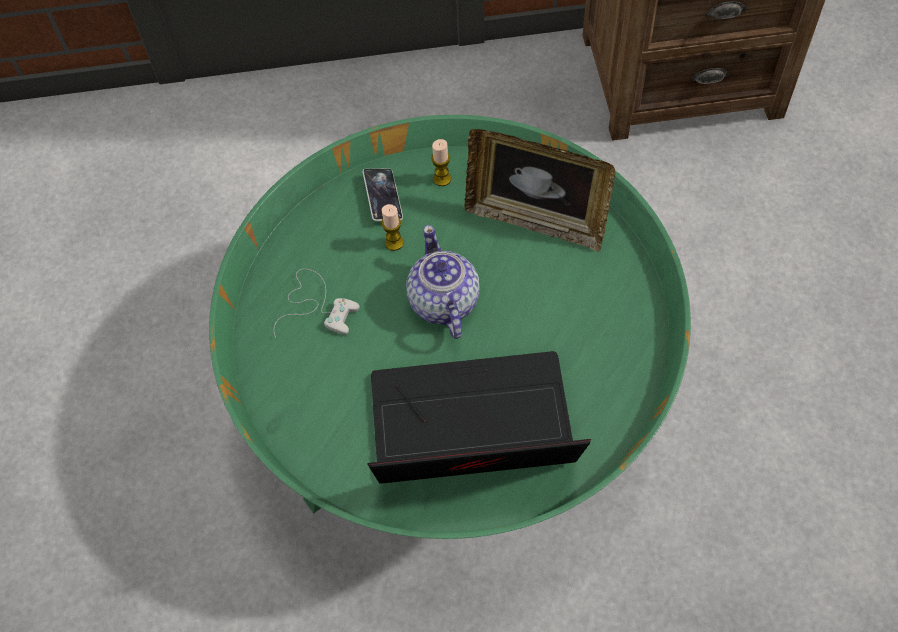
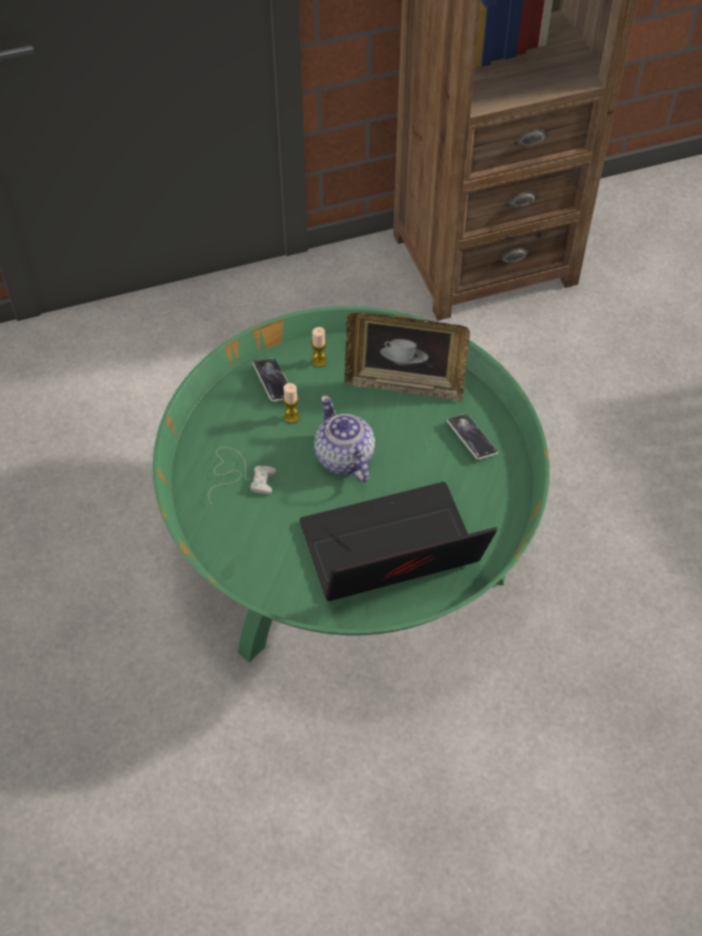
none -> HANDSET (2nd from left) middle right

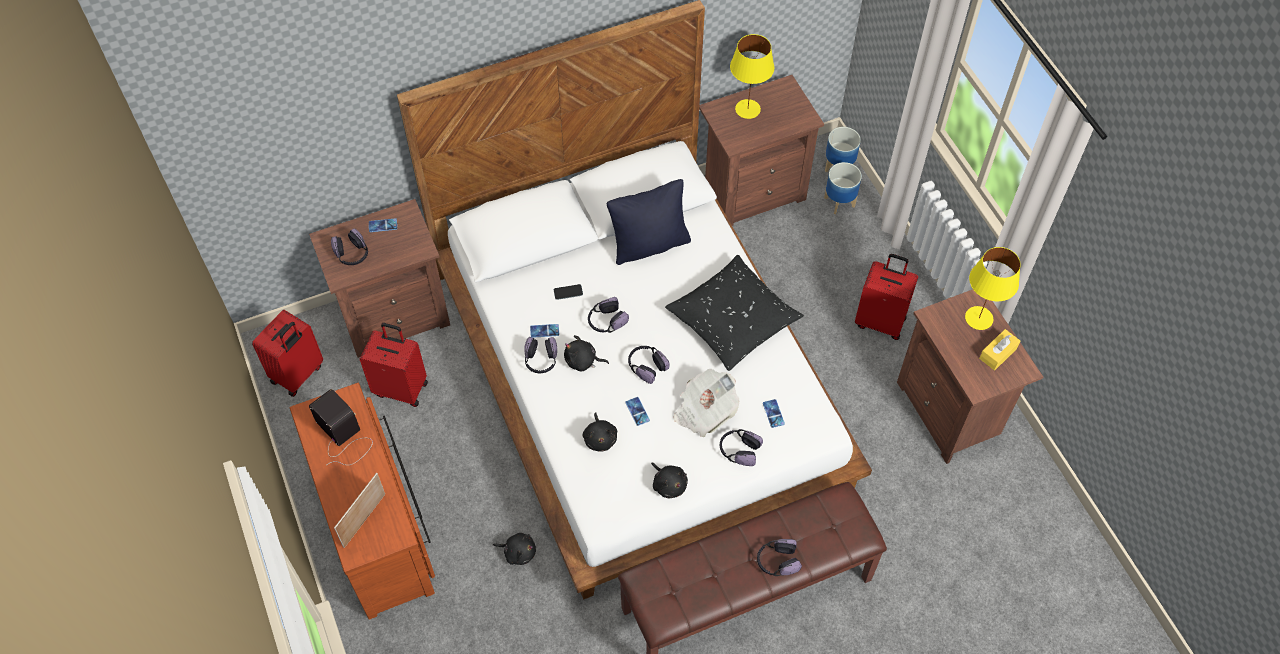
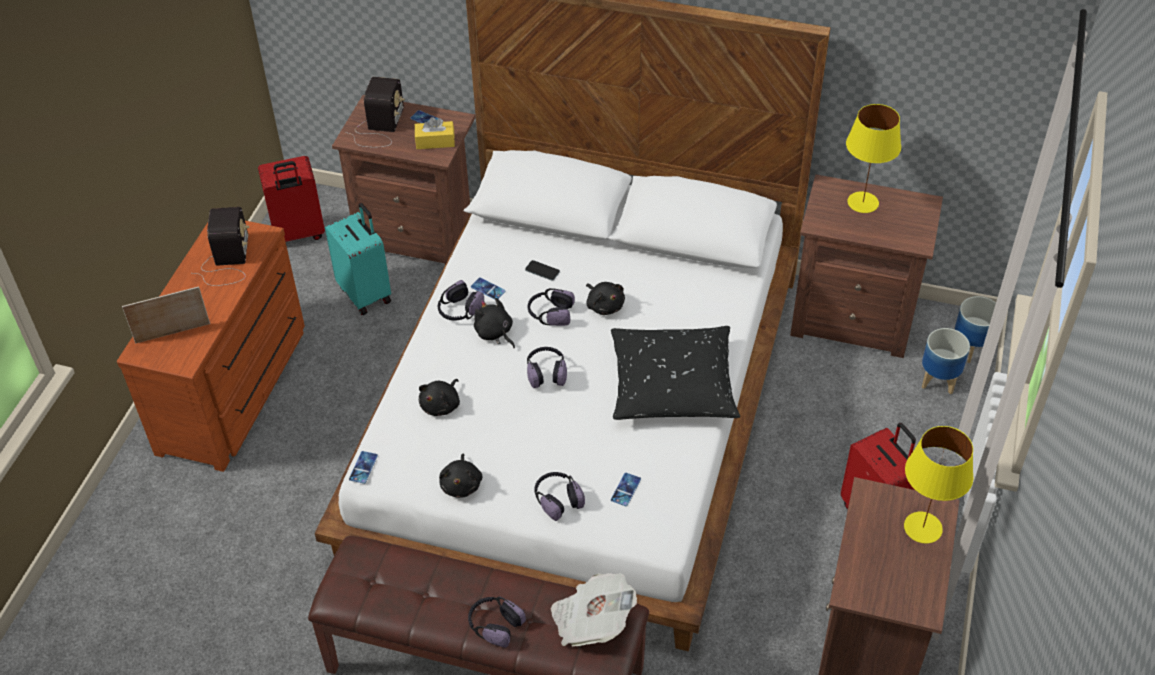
BLACK PILLOW (1st from left) centre -> none
HEADPHONES (1st from left) middle left -> RADIO SET (2nd from left) top left
RED PIECE OF LUGGAGE (2nd from left) middle left -> TURQUOISE-COLOURED PIECE OF LUGGAGE middle left
YELLOWISH TISSUE BOX middle right -> YELLOWISH TISSUE BOX top centre, move
NEWSPAPER centre -> NEWSPAPER bottom centre, move
HANDSET (4th from left in the first image) centre -> HANDSET (1st from left) bottom left, move
BLACK CUDDLY TOY (1st from left in the first image) bottom centre -> BLACK CUDDLY TOY (4th from left) centre, move

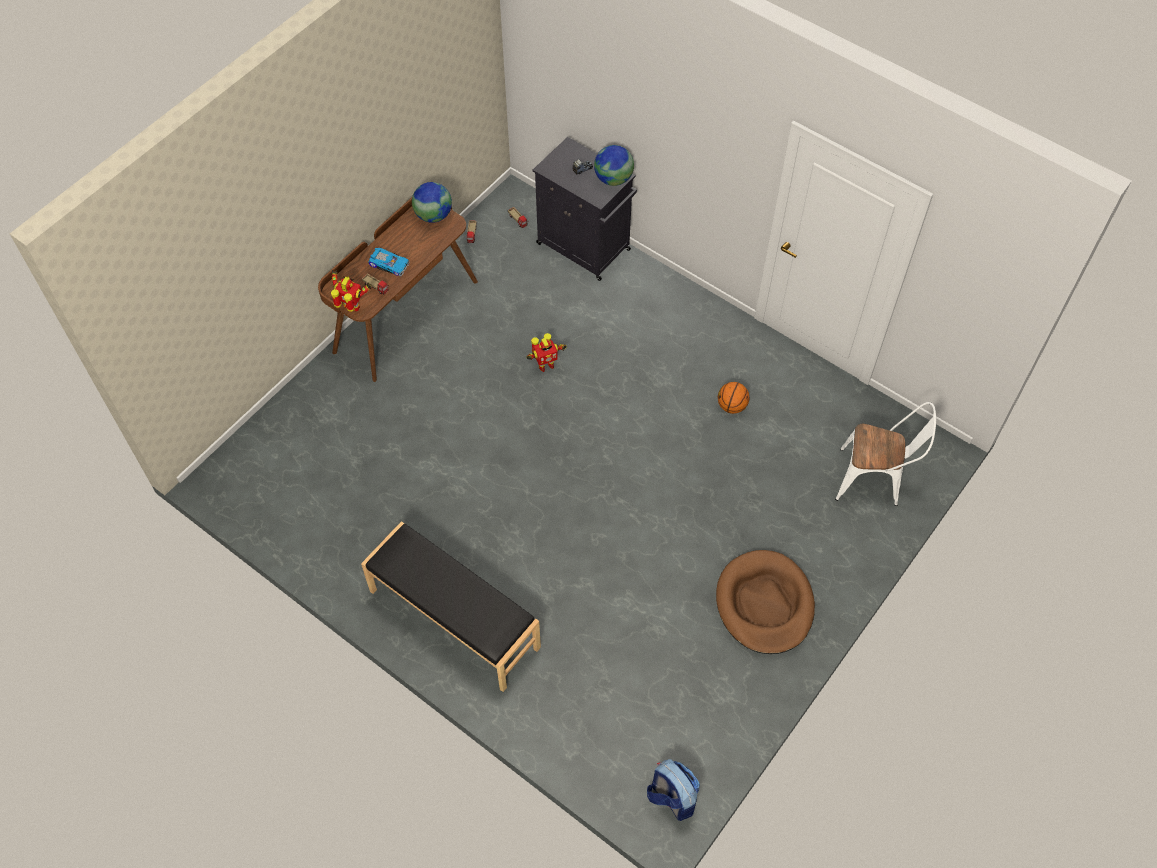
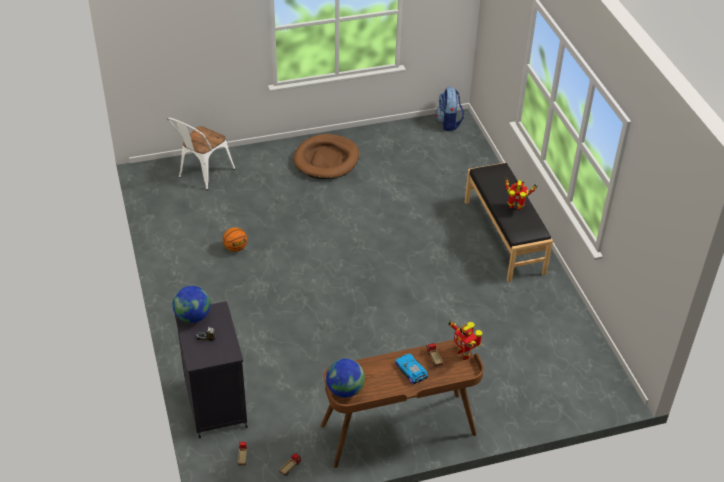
ROBOT FIGURE (2nd from left) centre -> ROBOT FIGURE (2nd from left) middle right, move
WHITE-COLOURED CHAIR middle right -> WHITE-COLOURED CHAIR top left, 105 degrees counterclockwise

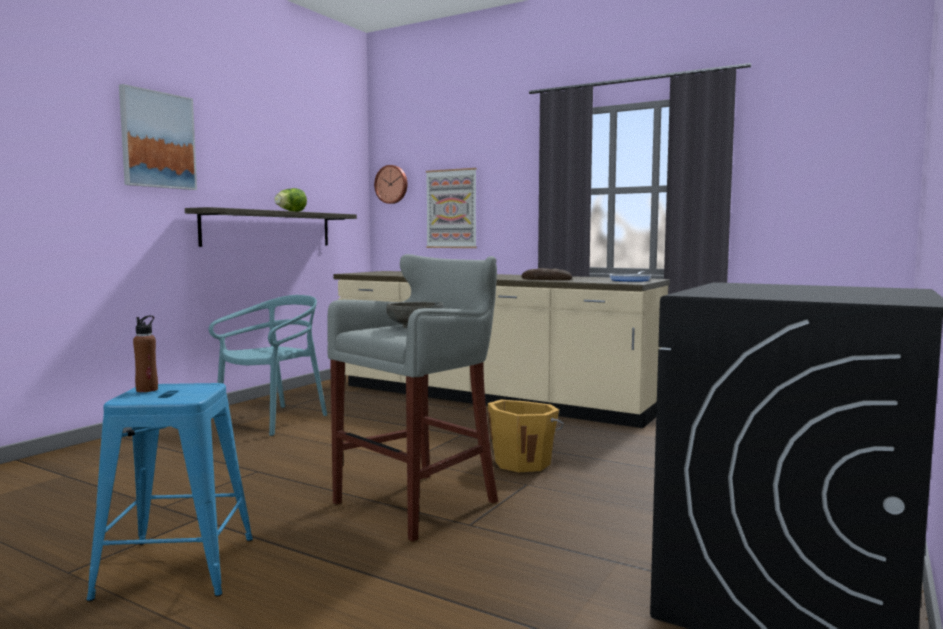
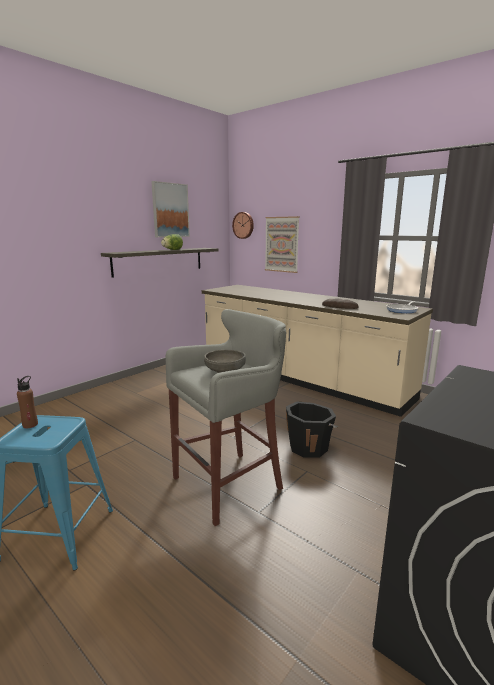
WALL ART (1st from left) top left -> WALL ART (1st from left) top centre, move
TURQUOISE-COLOURED CHAIR middle left -> none
ORANGEY WATER BUCKET bottom centre -> BLACK WATER BUCKET centre

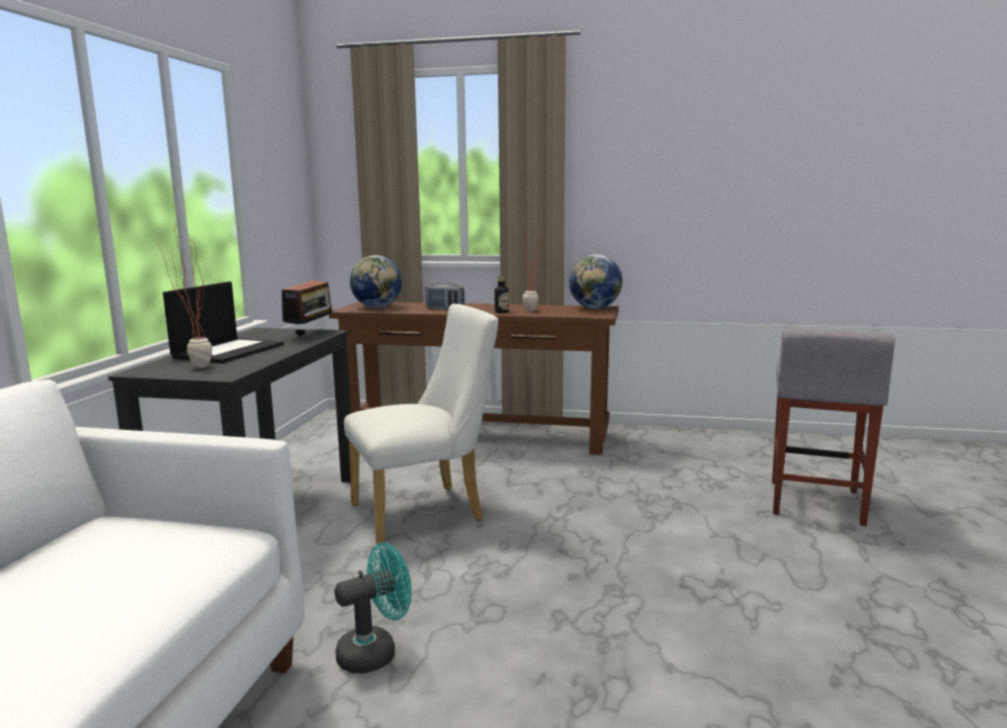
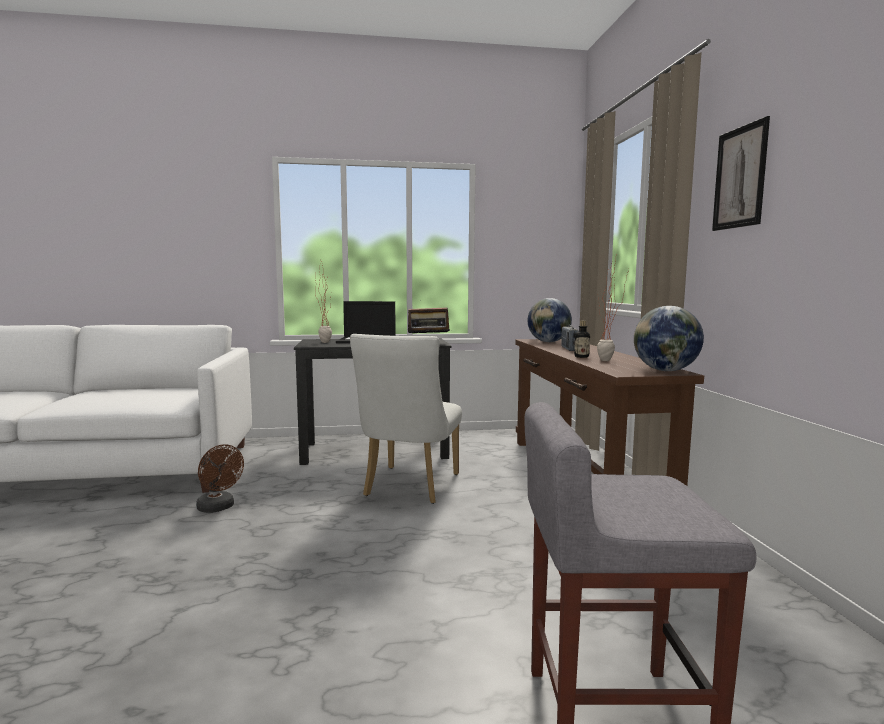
WHITE-COLOURED CHAIR centre, 60 degrees clockwise
TURQUOISE-COLOURED FAN bottom centre -> BROWNISH FAN middle left
none -> WALL ART top right

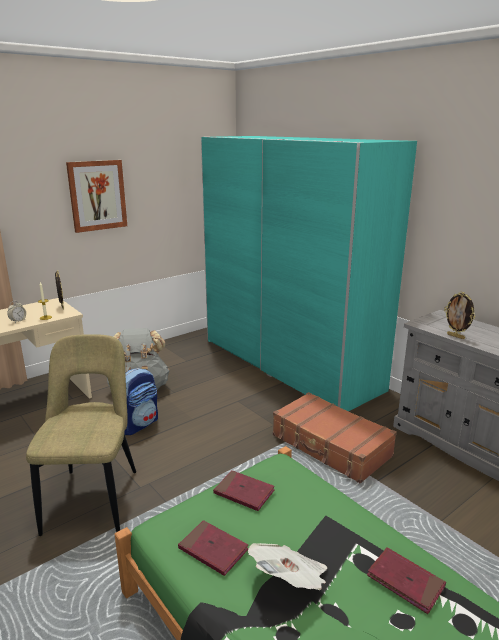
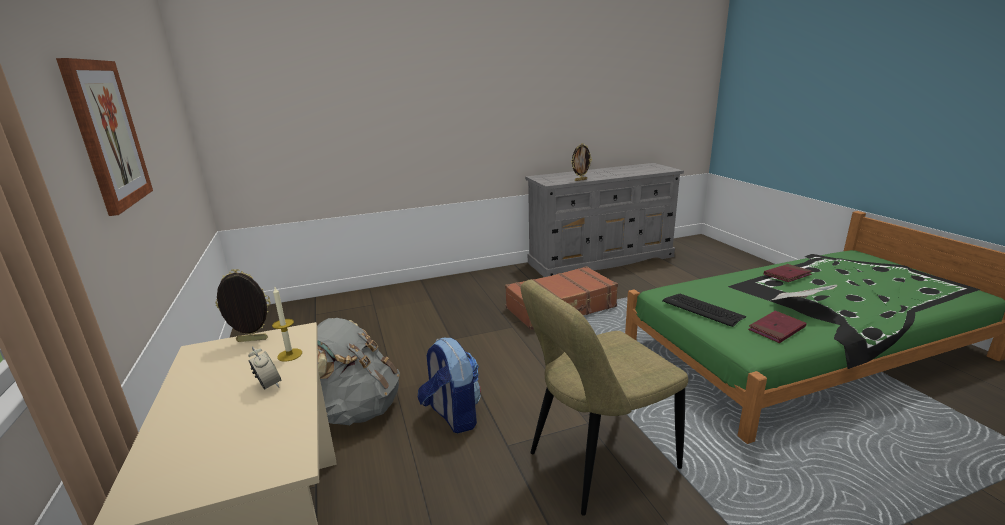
TURQUOISE-COLOURED WARDROBE centre -> none
BEIGE-COLOURED CHAIR bottom left -> BEIGE-COLOURED CHAIR bottom centre, 45 degrees counterclockwise
RED BOUND BOOK (2nd from left) bottom centre -> COMPUTER KEYBOARD middle right

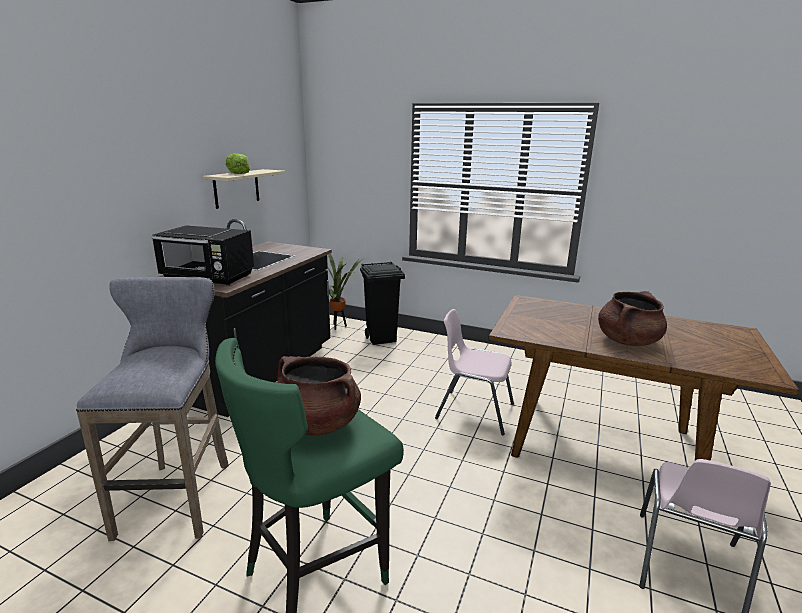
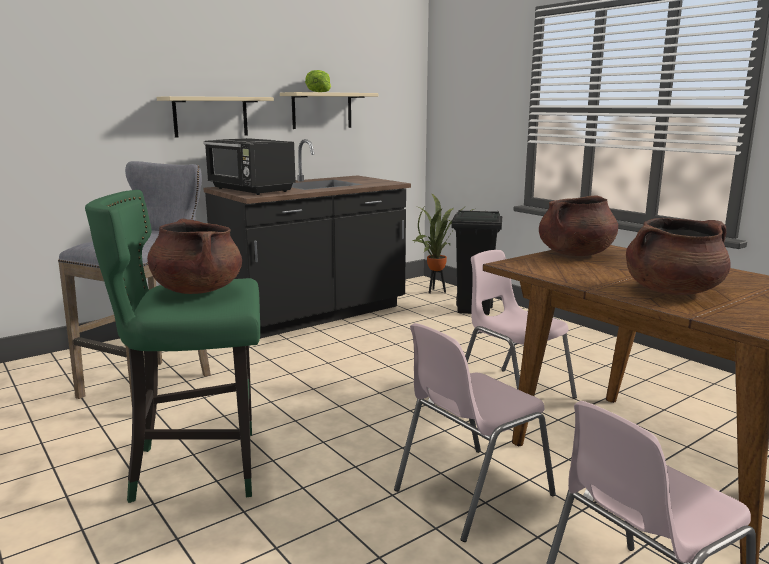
none -> BEIGE-COLOURED BRACKET SHELF (1st from left) top left
none -> BROWNISH STOCKPOT (2nd from left) middle right
none -> PINKISH CHAIR (1st from left) bottom centre

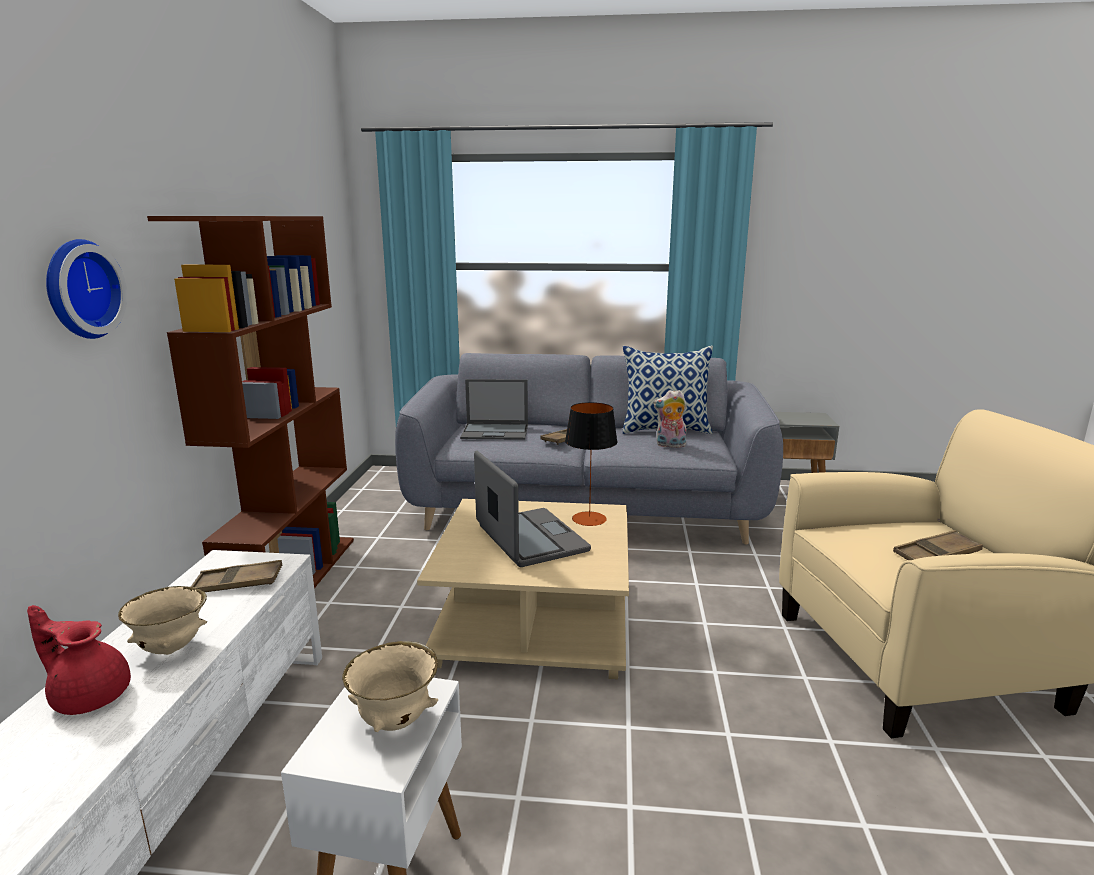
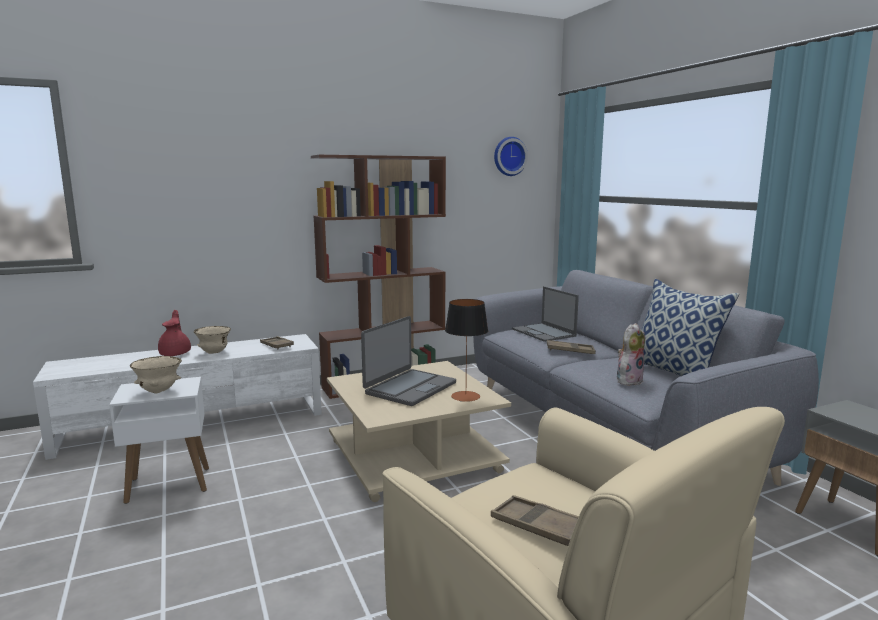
CLOCK ON THE WALL top left -> CLOCK ON THE WALL top centre, move
CUDDLY TOY centre -> CUDDLY TOY middle right, 75 degrees clockwise

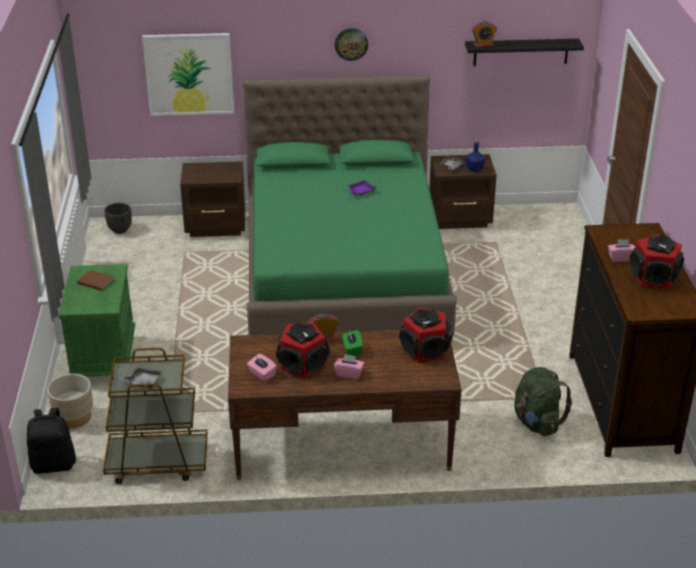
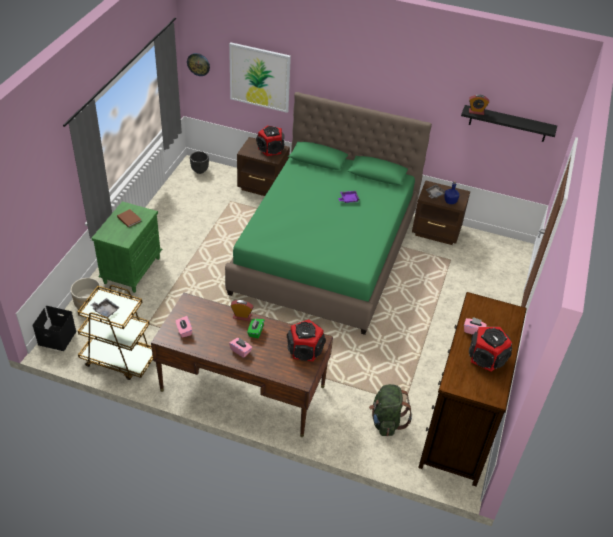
CLOCK ON THE WALL top centre -> CLOCK ON THE WALL top left, move
SPEAKER (1st from left) centre -> SPEAKER (1st from left) top centre, move
BLACK RUCKSACK bottom left -> BLACK STORAGE BOX middle left

